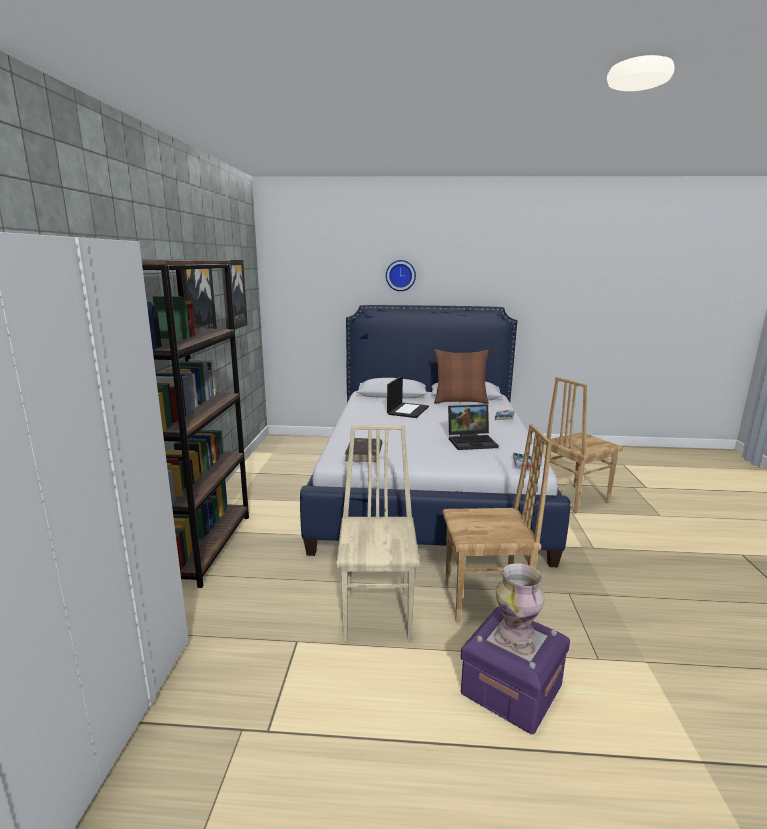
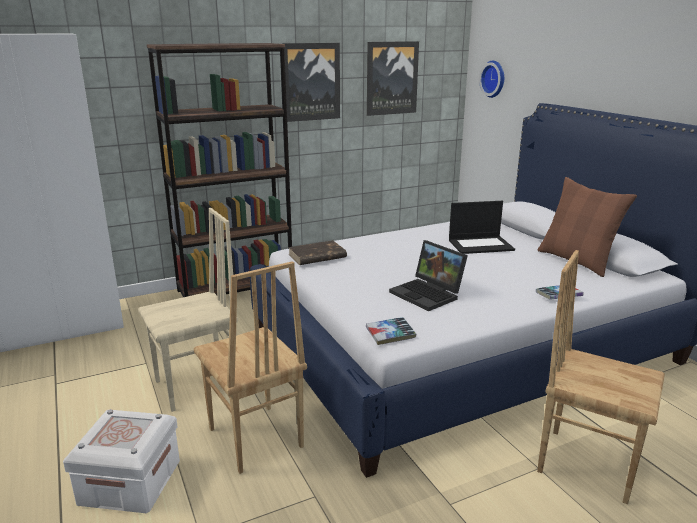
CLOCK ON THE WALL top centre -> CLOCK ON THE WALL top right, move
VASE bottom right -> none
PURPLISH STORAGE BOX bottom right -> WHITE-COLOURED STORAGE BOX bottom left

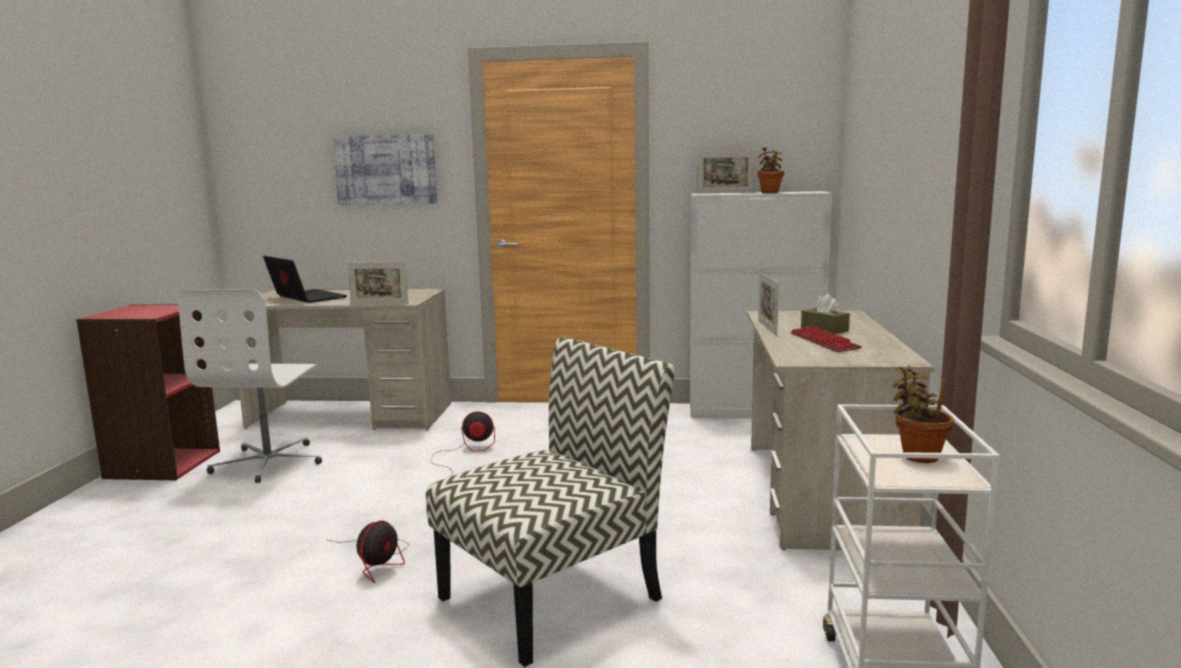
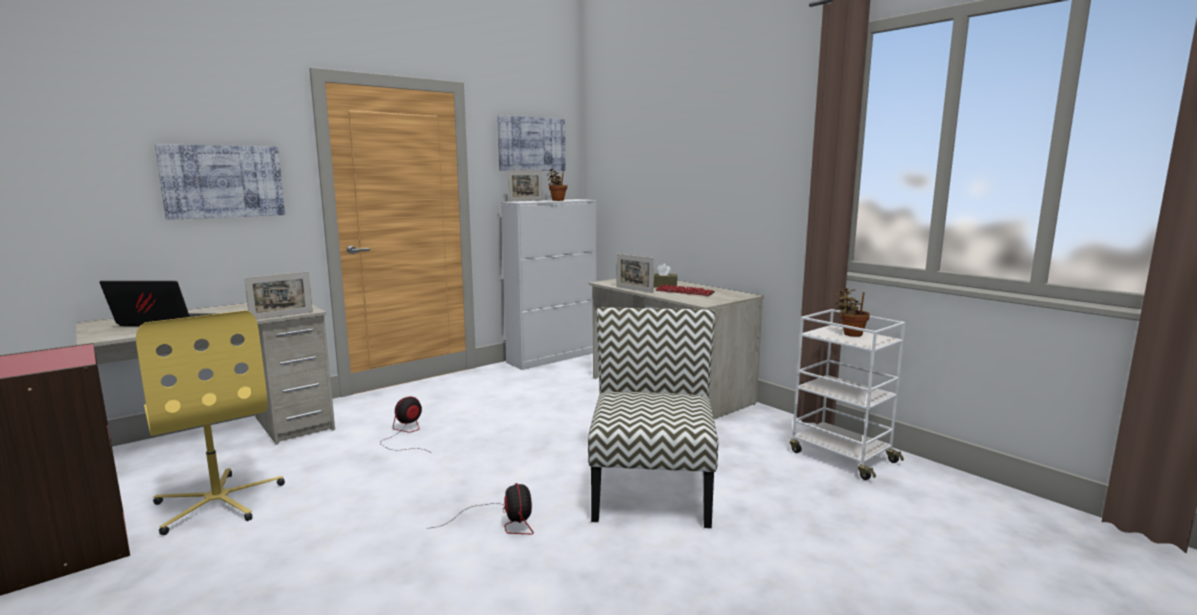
WHITE-COLOURED OFFICE CHAIR middle left -> YELLOWISH OFFICE CHAIR bottom left
none -> WALL ART (2nd from left) top centre

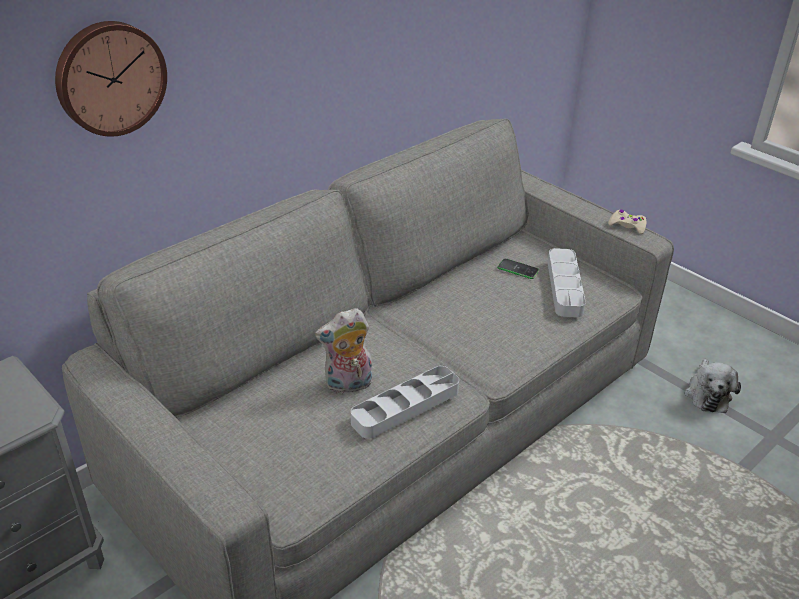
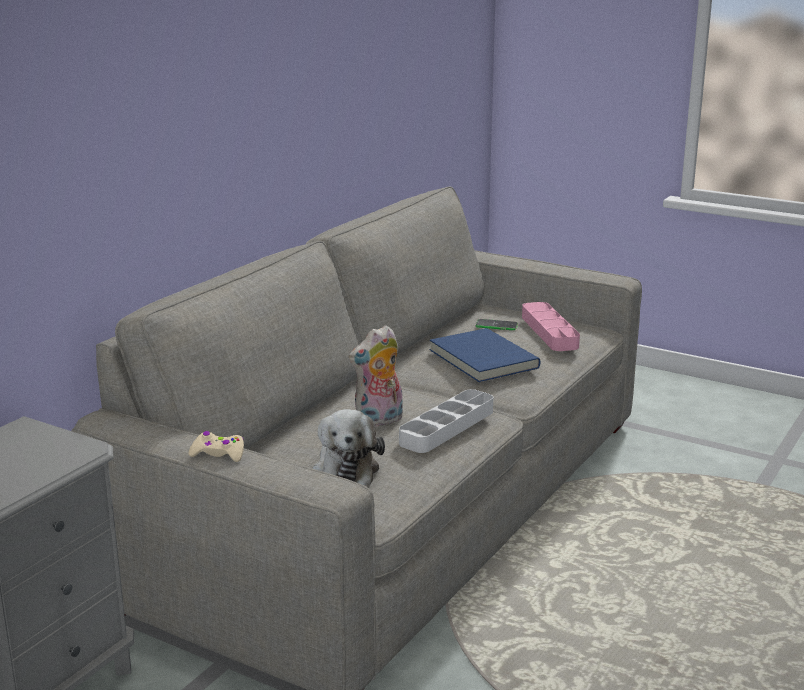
CLOCK ON THE WALL top left -> none
BEIGE-COLOURED GAMEPAD middle right -> BEIGE-COLOURED GAMEPAD middle left, move
GREYISH TRAY (2nd from left) middle right -> PINKISH TRAY middle right
CUDDLY TOY (2nd from left in the first image) middle right -> CUDDLY TOY (1st from left) centre, move
none -> BLUE BOUND BOOK centre

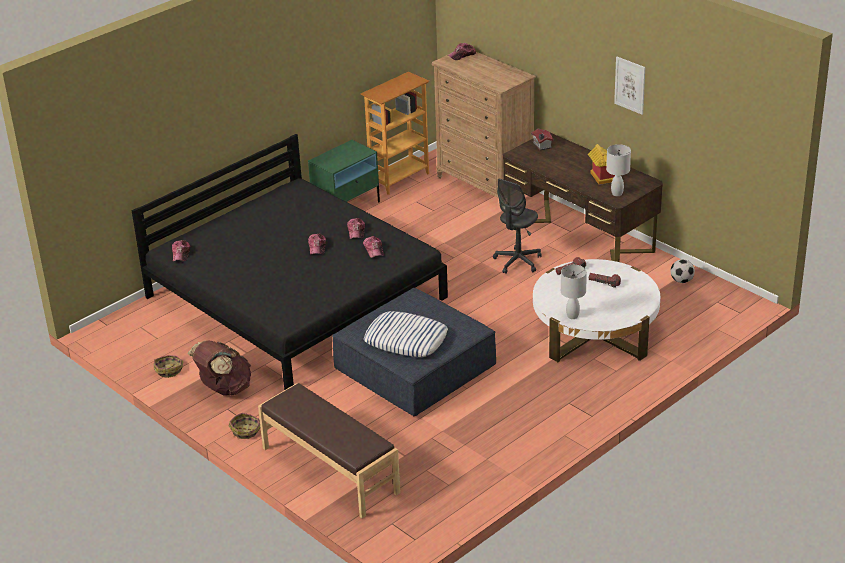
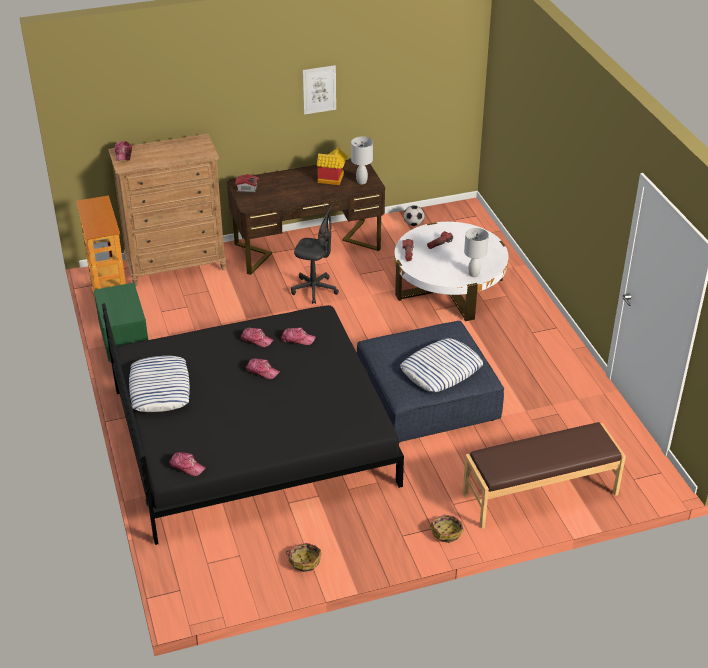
GREYISH OFFICE CHAIR centre, 45 degrees counterclockwise
BROWNISH RUCKSACK middle left -> none
none -> PILLOW (1st from left) middle left

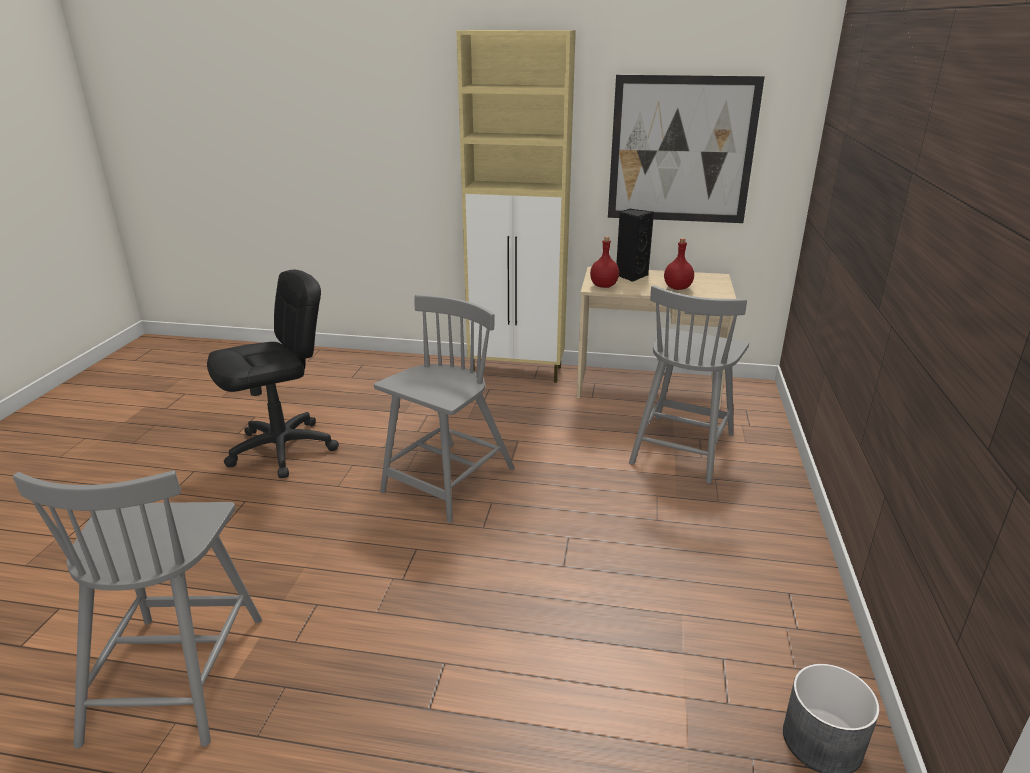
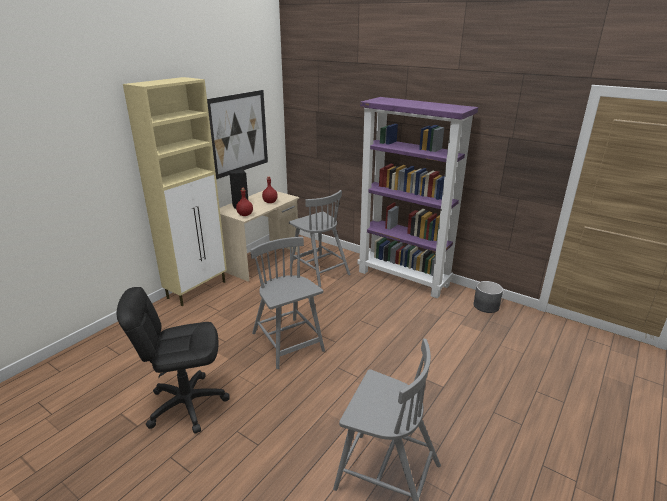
BLACK OFFICE CHAIR middle left -> BLACK OFFICE CHAIR bottom left, 90 degrees counterclockwise
none -> PURPLISH BOOKCASE centre

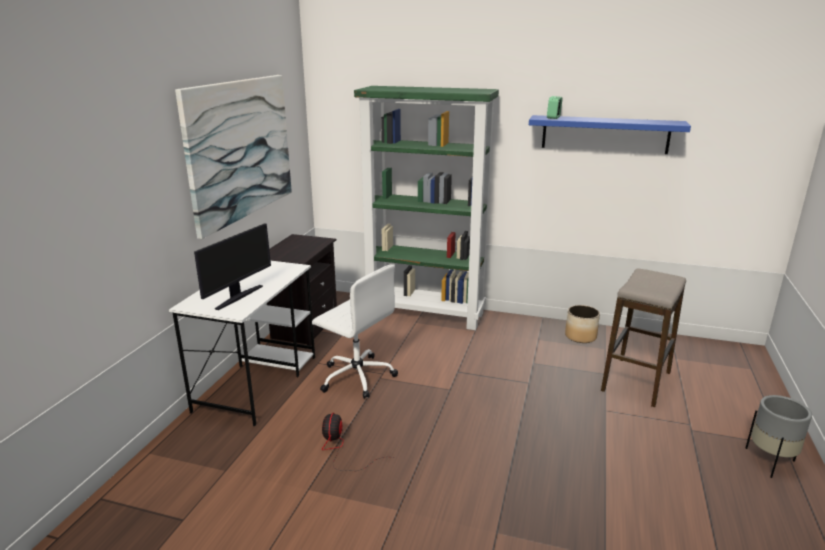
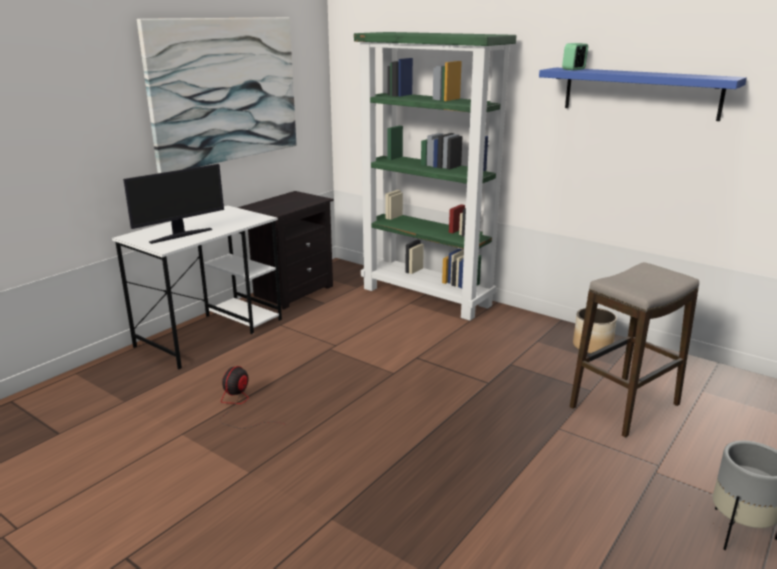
WHITE-COLOURED OFFICE CHAIR centre -> none

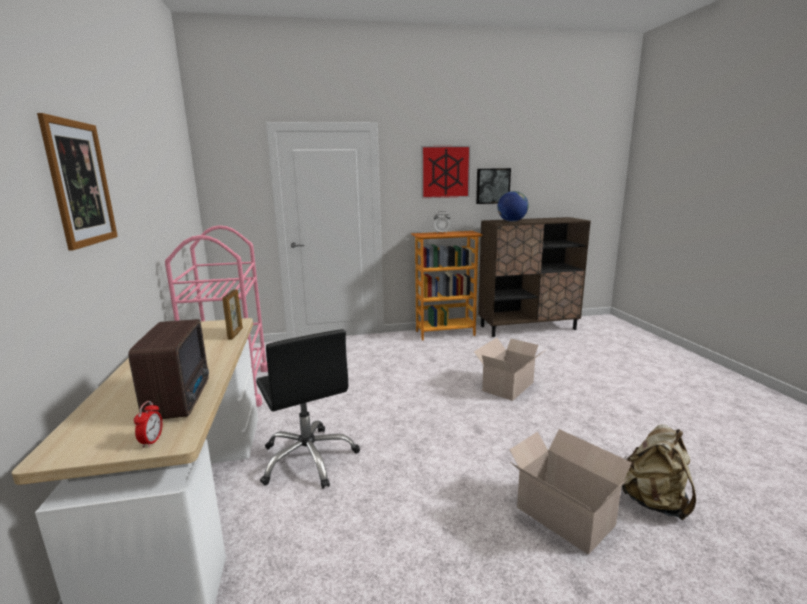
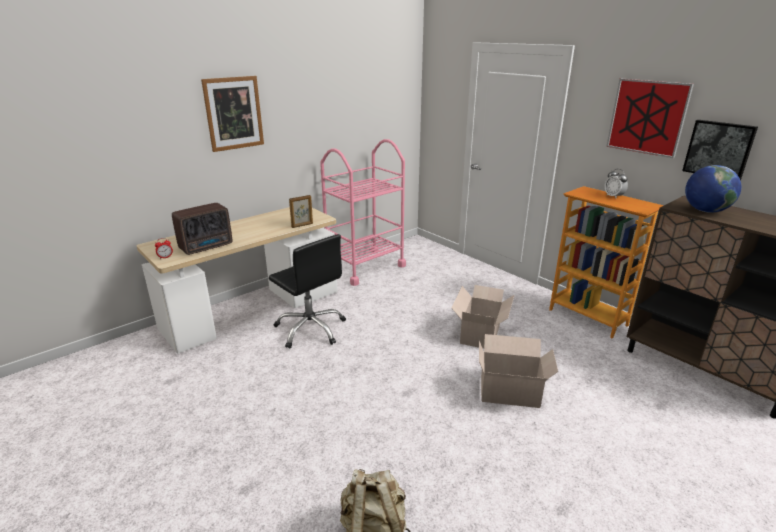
BLACK OFFICE CHAIR bottom centre -> BLACK OFFICE CHAIR centre, 75 degrees counterclockwise
CARTON (2nd from left in the first image) bottom right -> CARTON (1st from left) centre, move

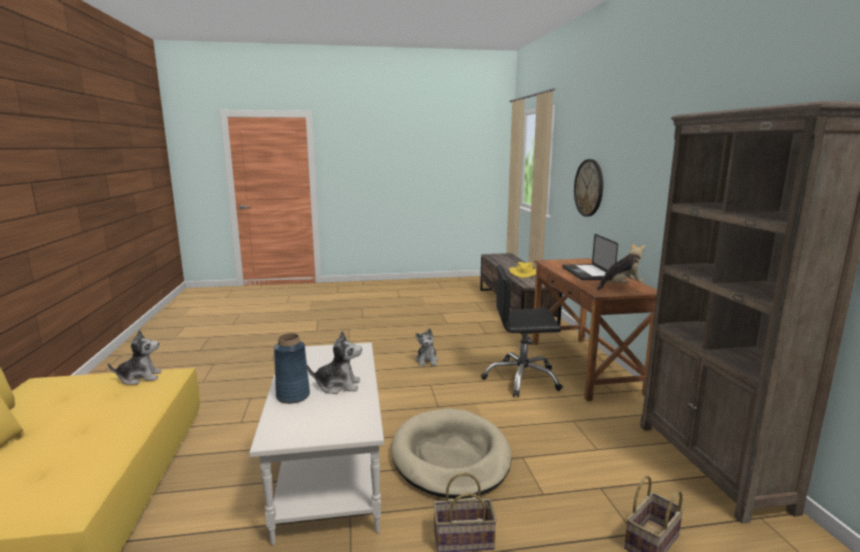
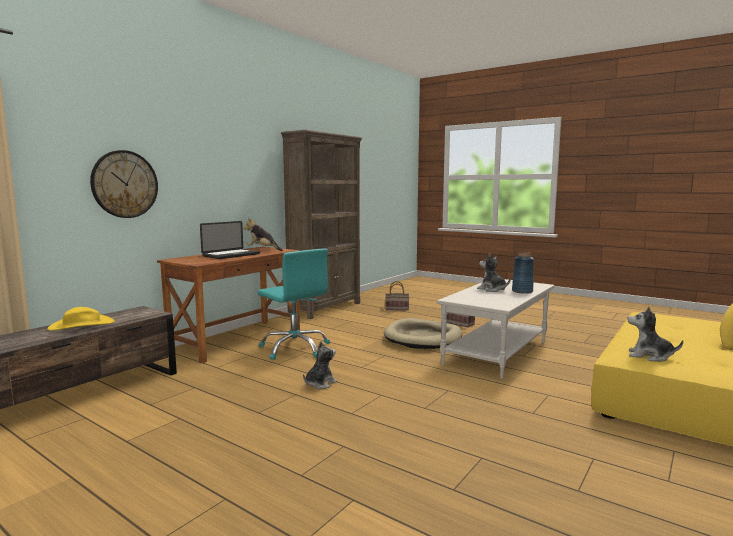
BLACK OFFICE CHAIR centre -> TURQUOISE-COLOURED OFFICE CHAIR centre

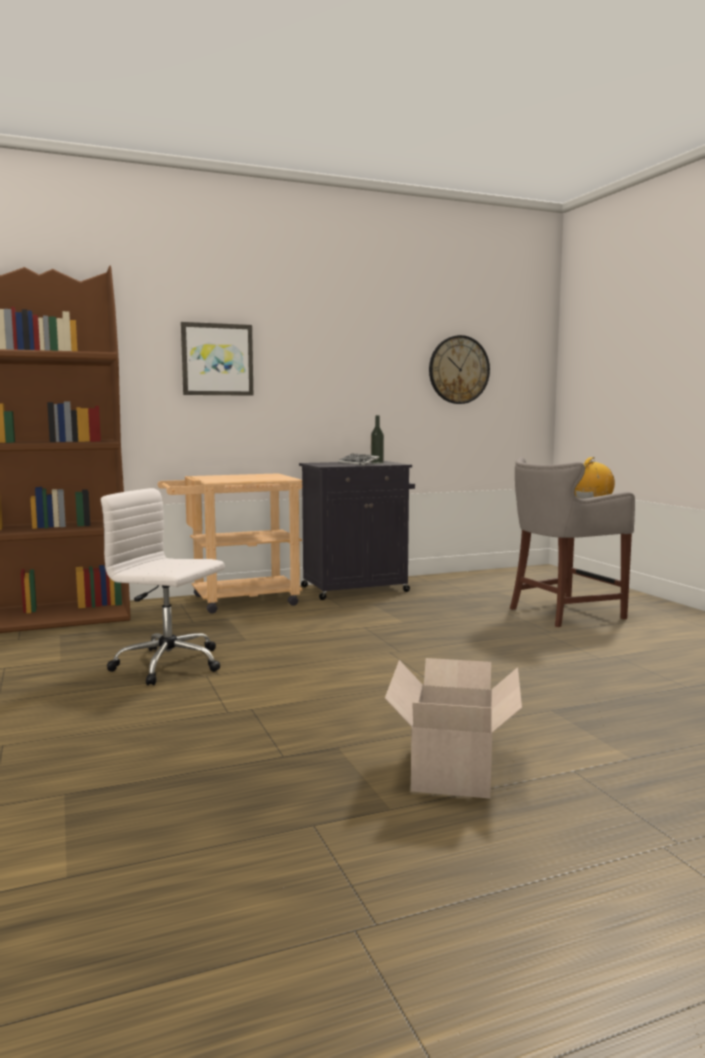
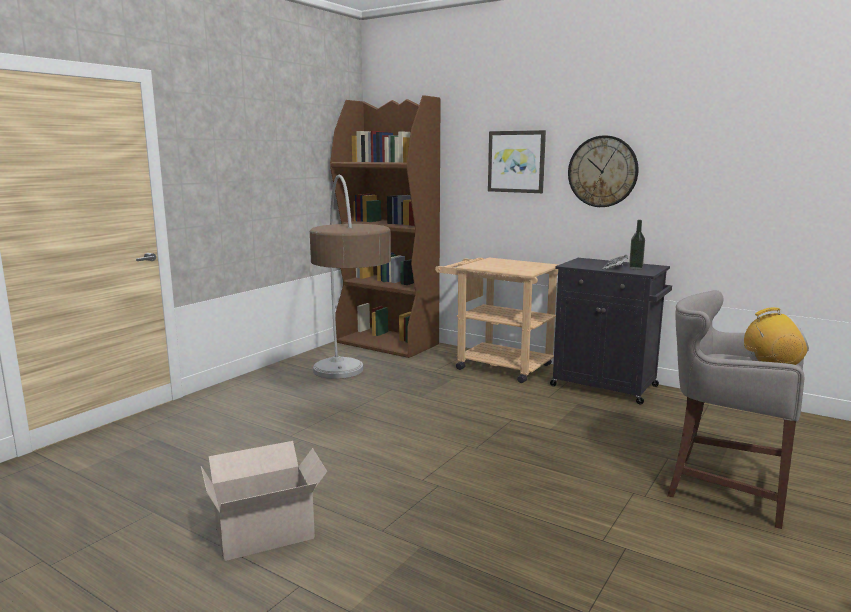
CLOCK ON THE WALL centre -> CLOCK ON THE WALL top right, move
WHITE-COLOURED OFFICE CHAIR middle left -> FLOOR LAMP centre

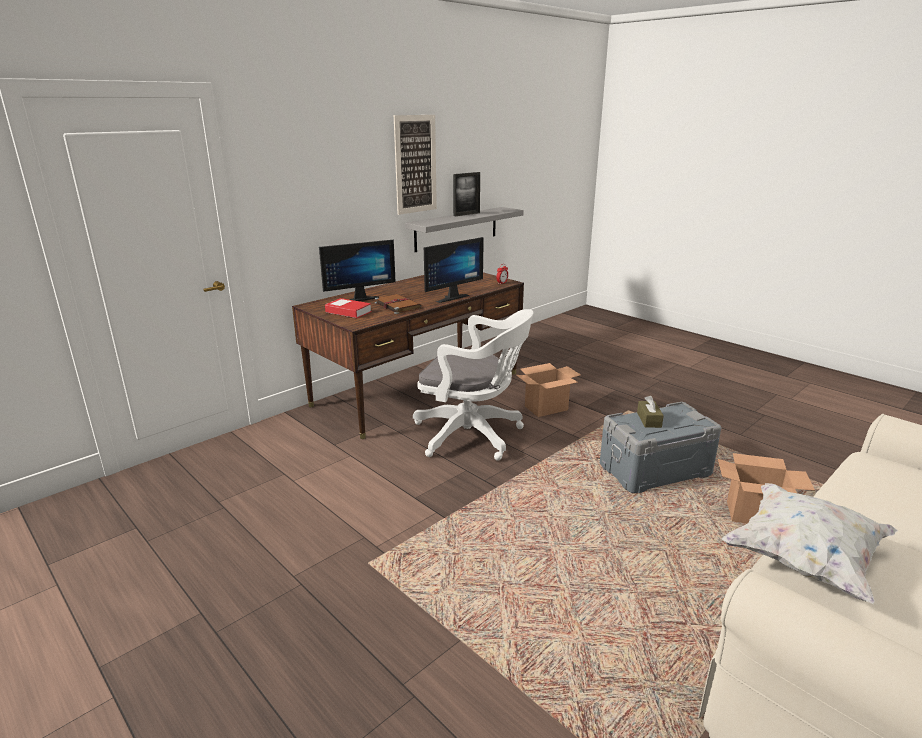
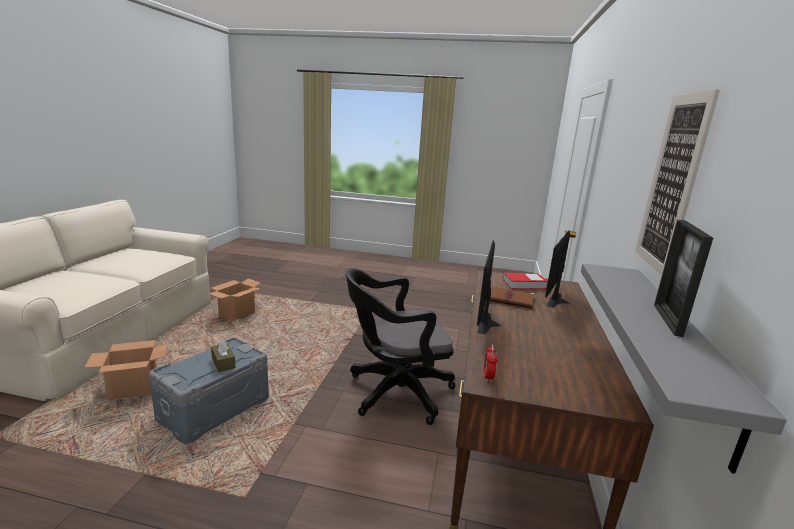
WHITE-COLOURED OFFICE CHAIR centre -> BLACK OFFICE CHAIR centre
CARTON (1st from left in the first image) centre -> CARTON (2nd from left) middle left, move
WHITE-COLOURED PILLOW bottom right -> none

